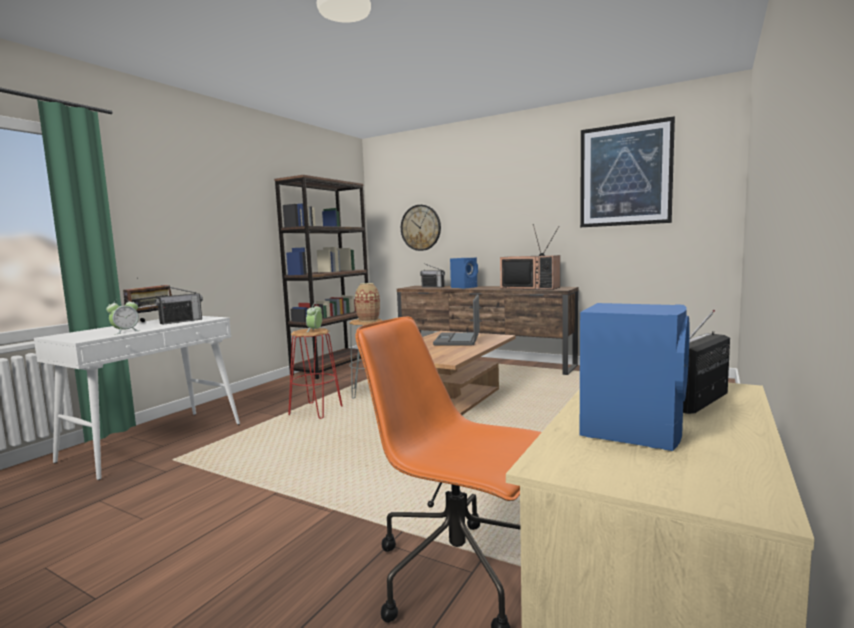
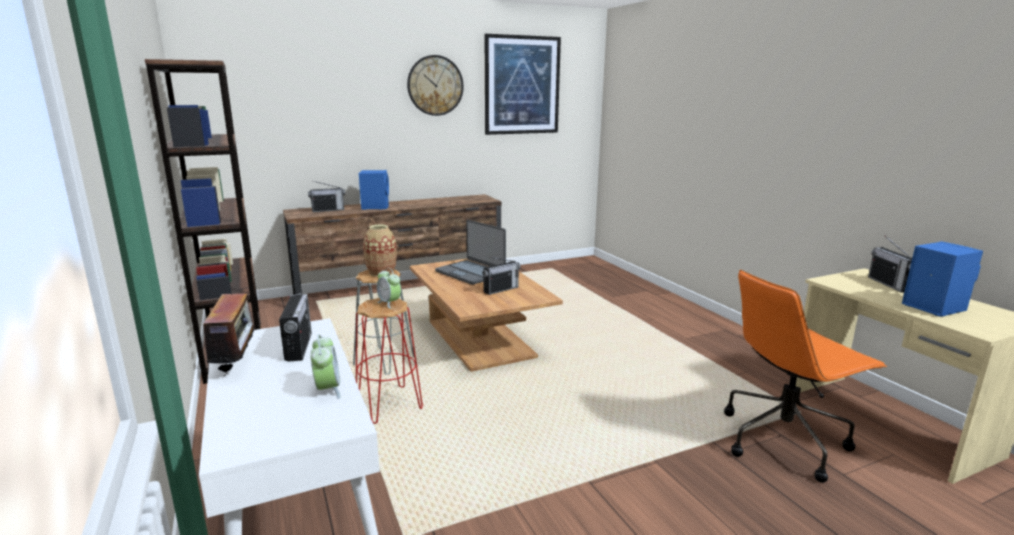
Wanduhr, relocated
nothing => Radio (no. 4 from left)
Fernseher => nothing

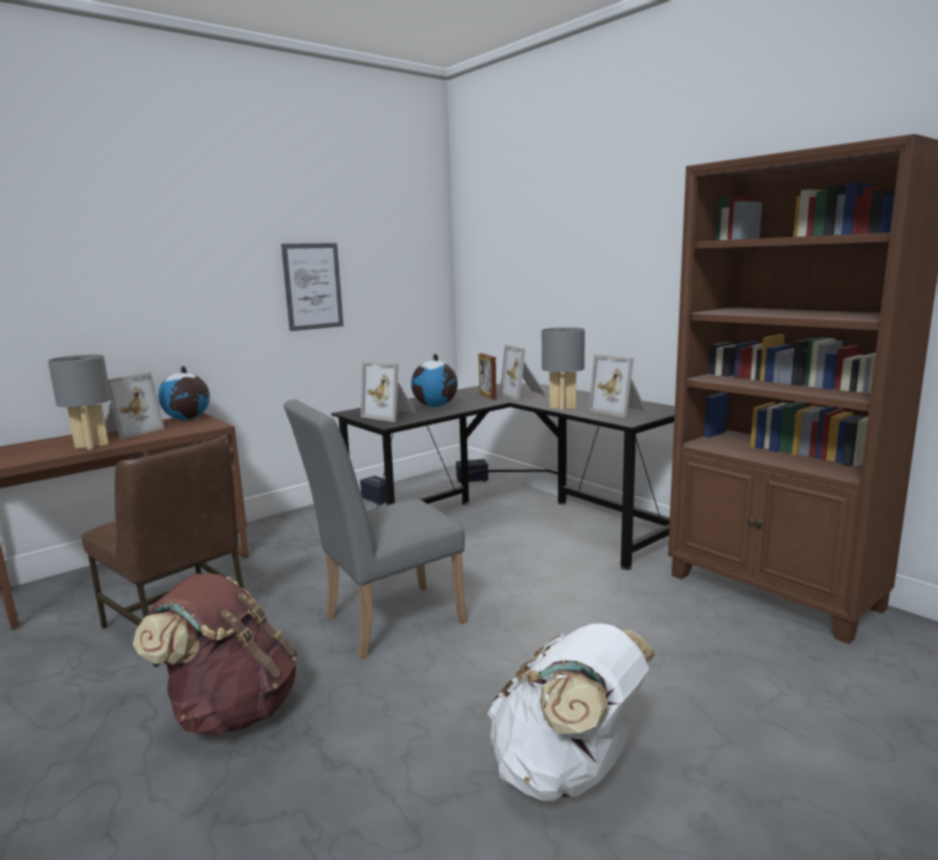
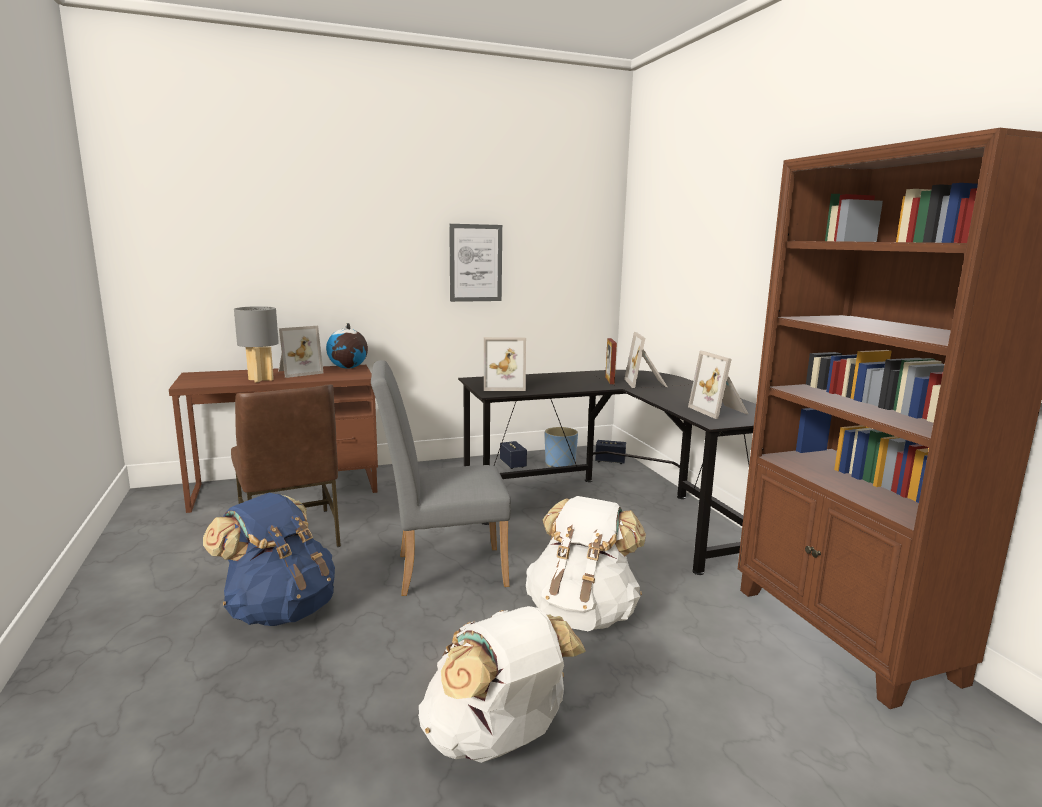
Rucksack/braun => Rucksack/blau
Bilderrahmen (no. 2 from left), 60 degrees counterclockwise
nothing => Rucksack/weiß (no. 2 from left)
nothing => Pflanzkübel/blau
Globus (no. 2 from left) => nothing
Tischlampe/grau (no. 2 from left) => nothing

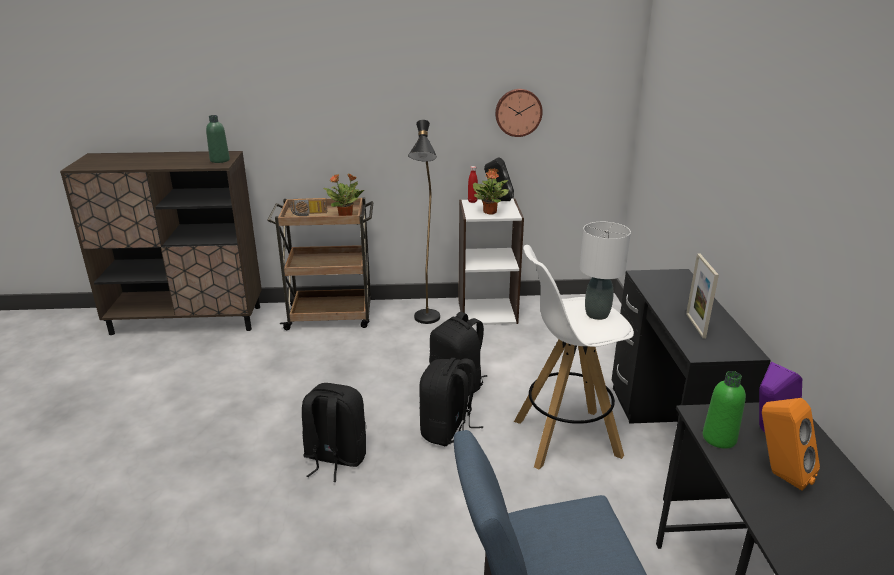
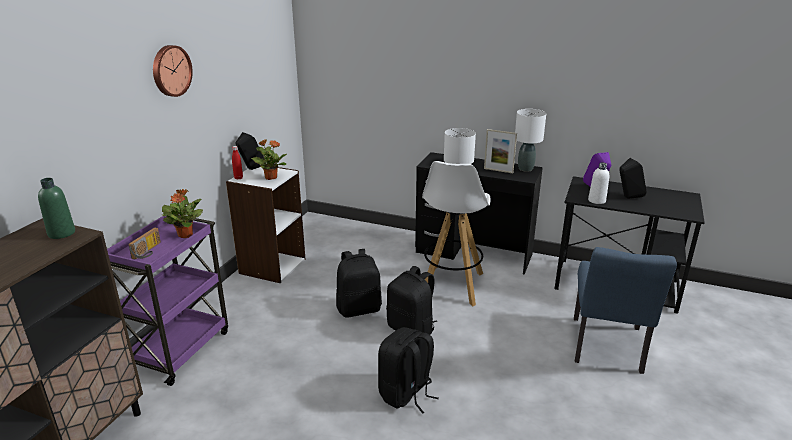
Rollwagen/braun => Rollwagen/lila
Wanduhr, relocated
nothing => Tischlampe/weiß (no. 2 from left)
Flasche/grün (no. 2 from left) => Flasche/weiß
Lautsprecher/orange => Lautsprecher/schwarz (no. 2 from left)
Stehlampe/schwarz => nothing

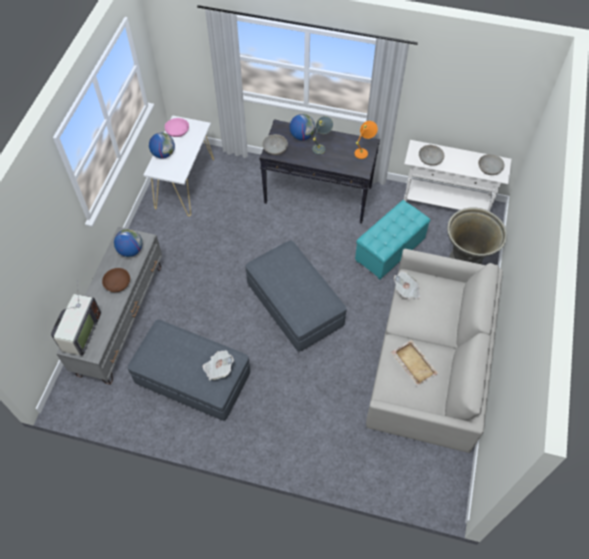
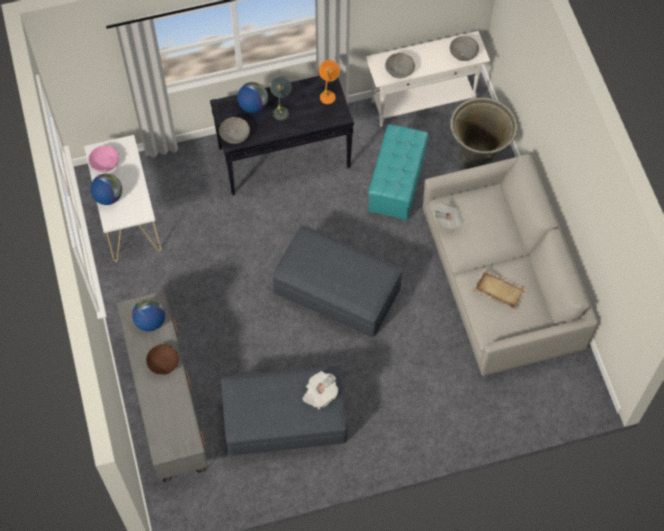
Fernseher => nothing

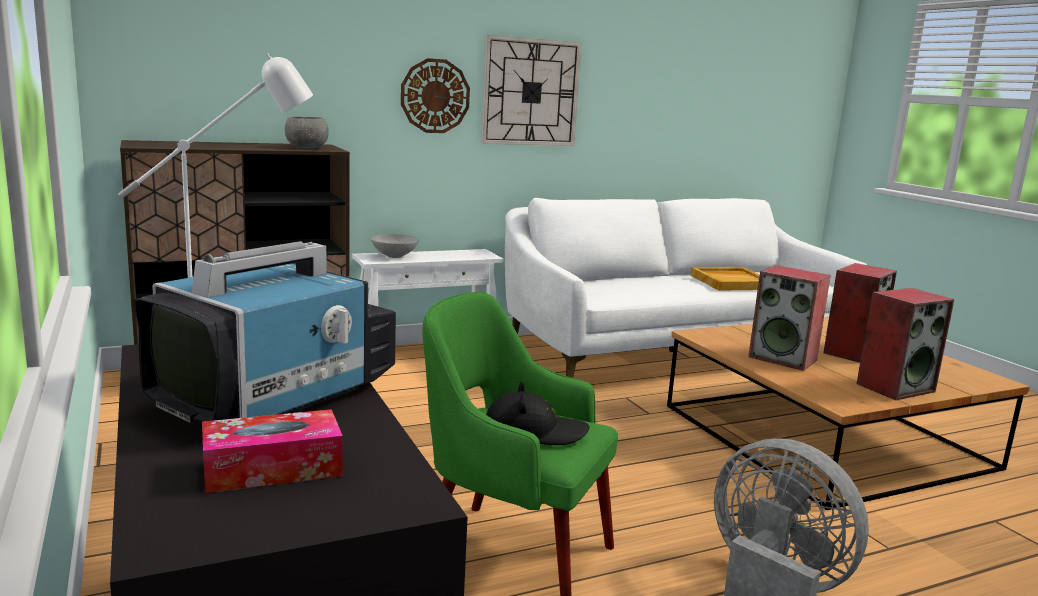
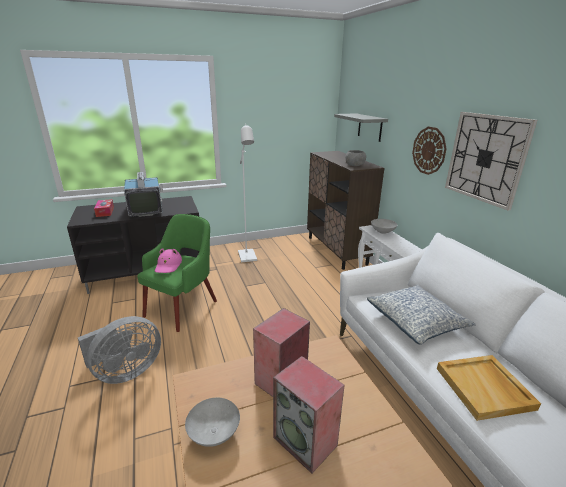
Fernseher, 150 degrees counterclockwise
Hut/schwarz => Hut/rosa
Lautsprecher (no. 3 from left) => Schüssel/grau (no. 1 from left)
nothing => Wandregal/grau
nothing => Kissen

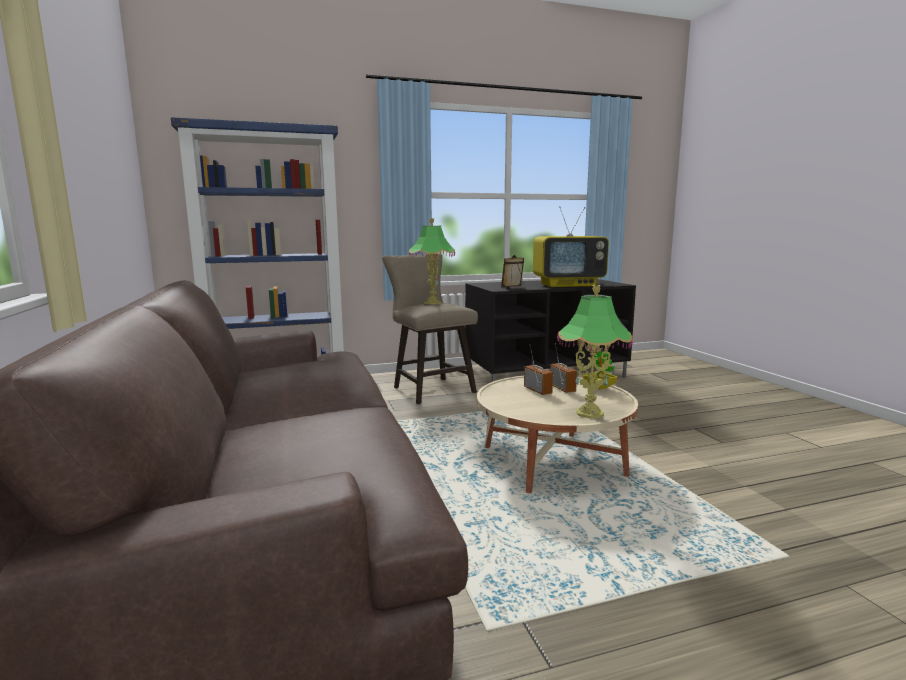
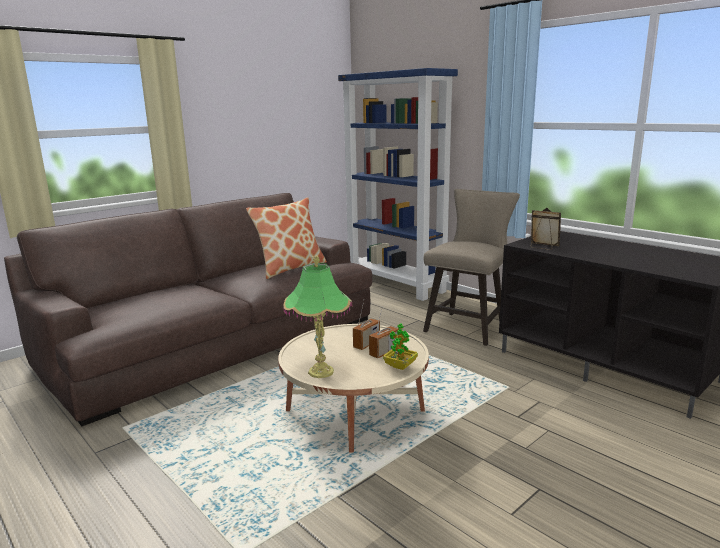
nothing => Kissen
Tischlampe (no. 1 from left) => nothing
Fernseher => nothing

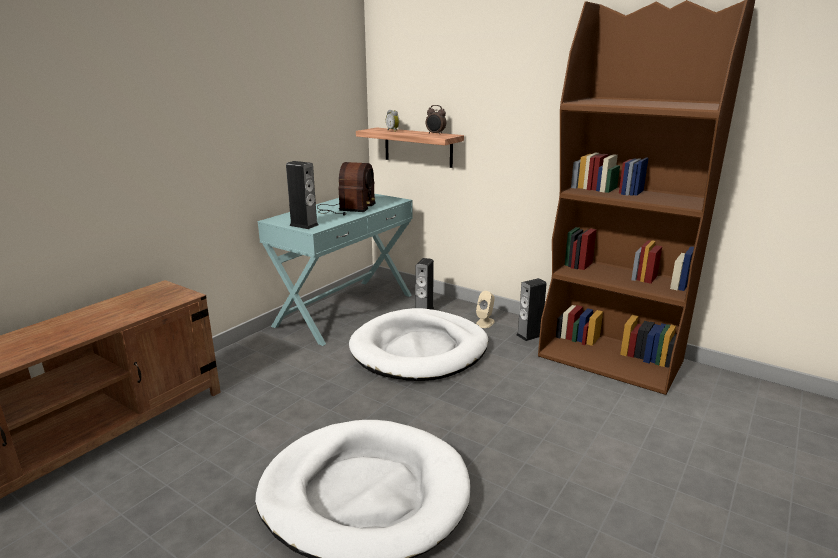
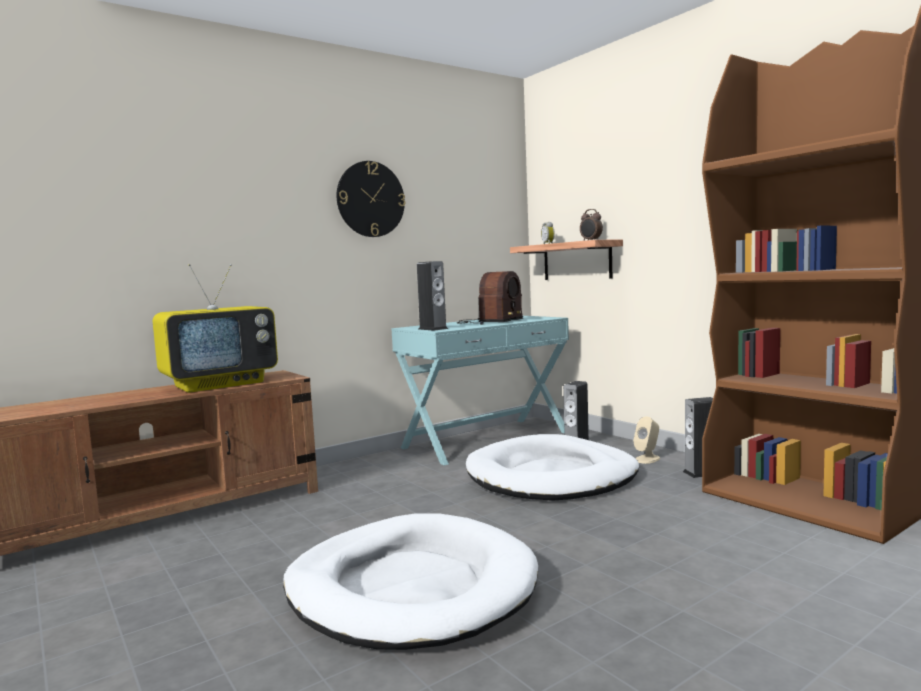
nothing => Fernseher
nothing => Wanduhr

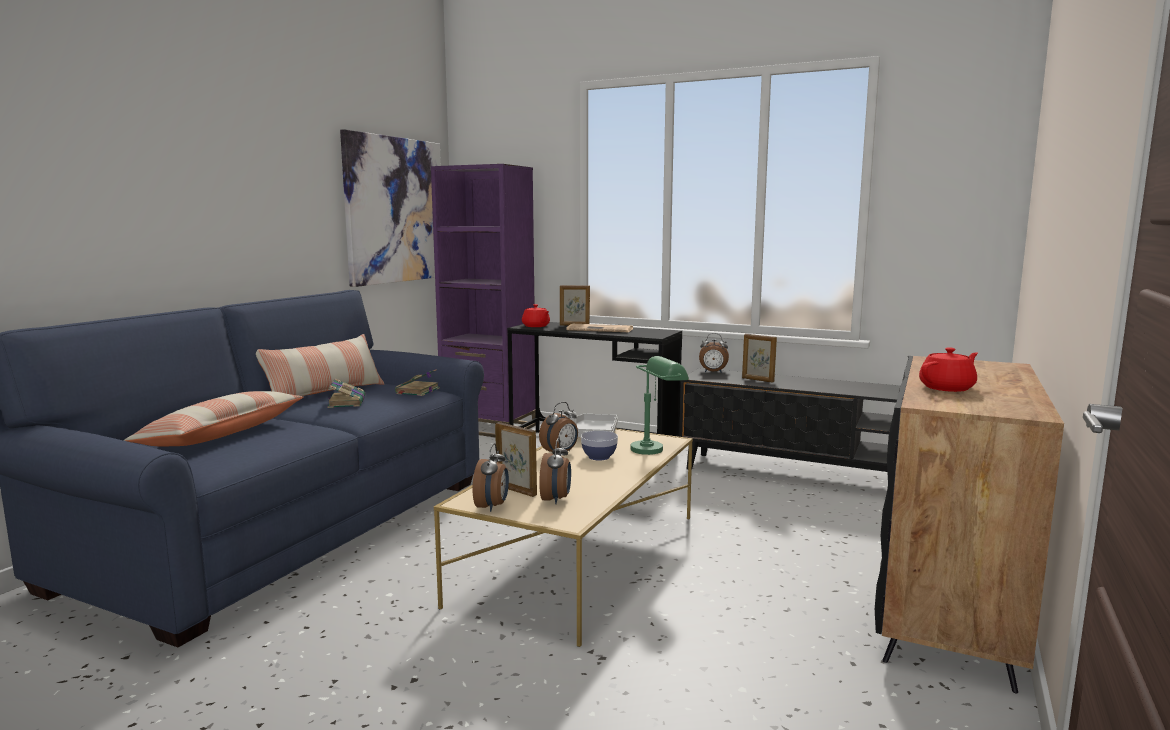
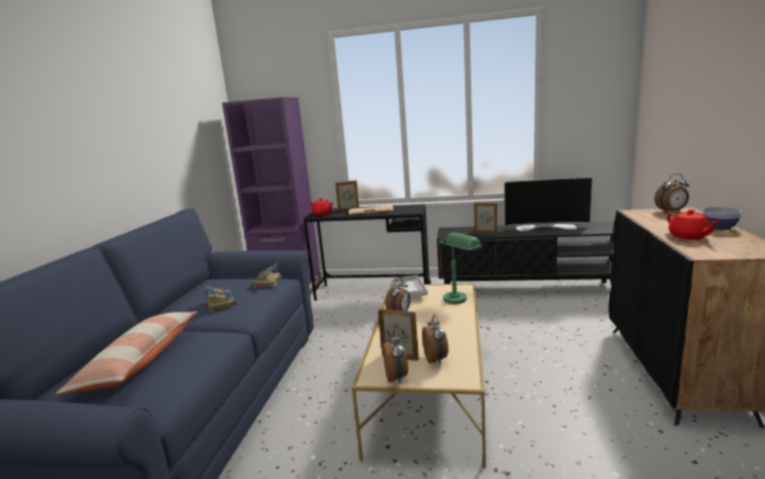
nothing => Fernseher
Wecker (no. 4 from left), relocated
Teekanne/rot (no. 2 from left), 120 degrees clockwise
Schüssel, relocated
Kissen (no. 2 from left) => nothing
Bild => nothing

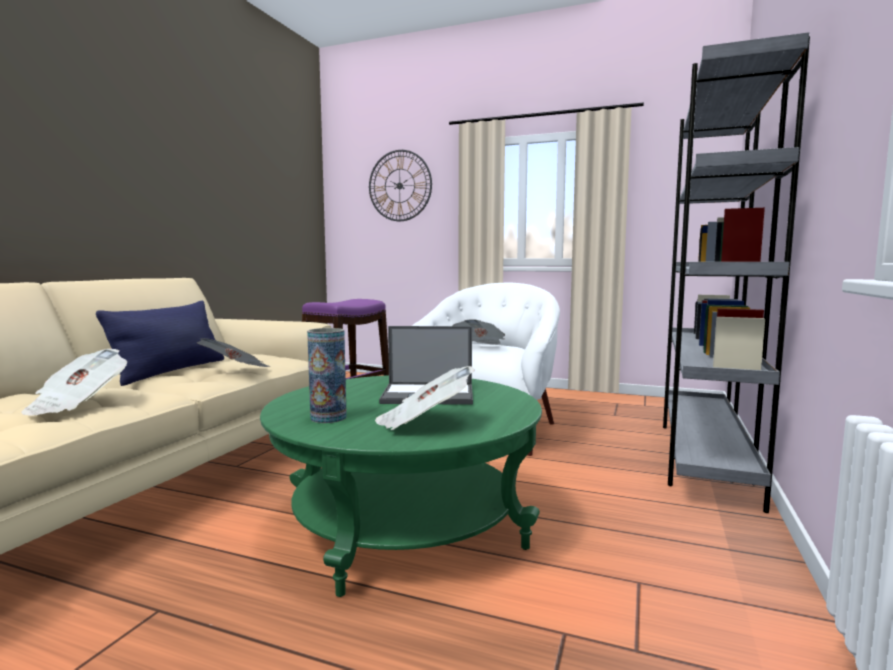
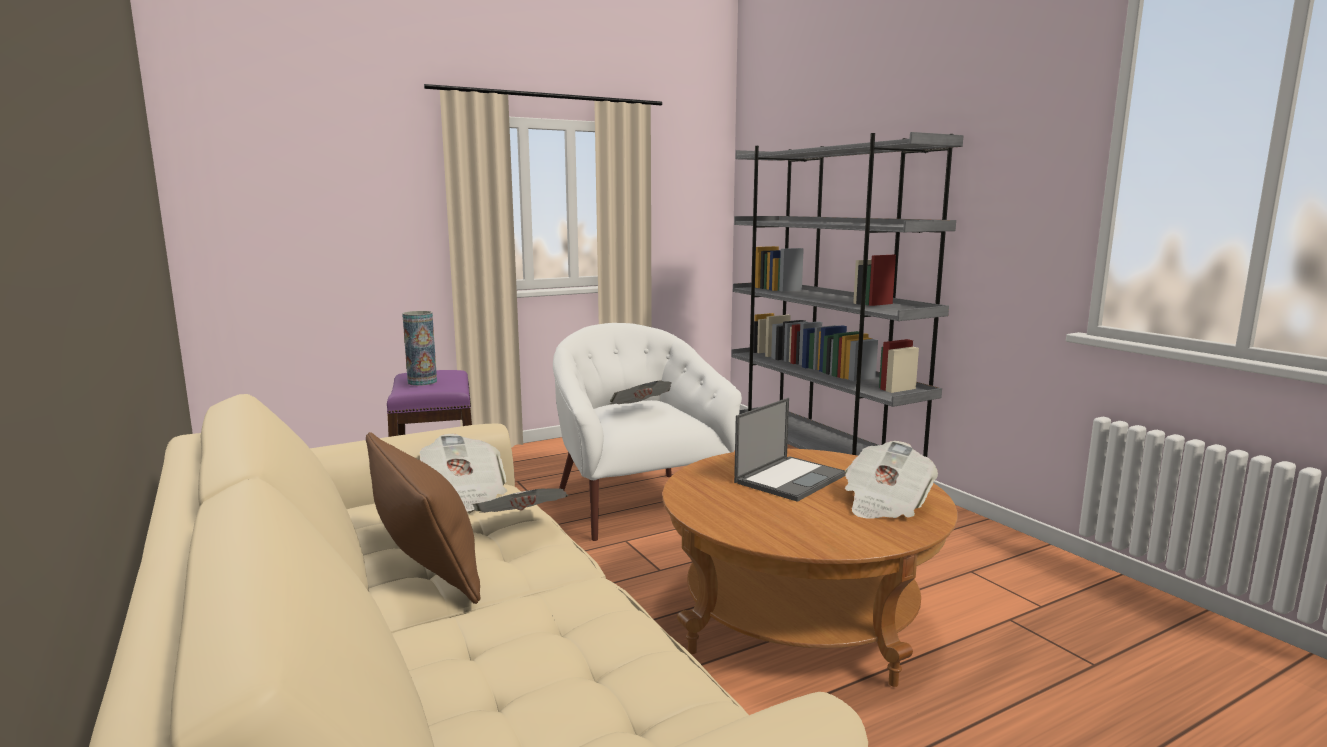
Kissen/blau => Kissen/braun
Vase, relocated
Zeitung (no. 1 from left), relocated
Couchtisch/grün => Couchtisch/braun
Wanduhr => nothing

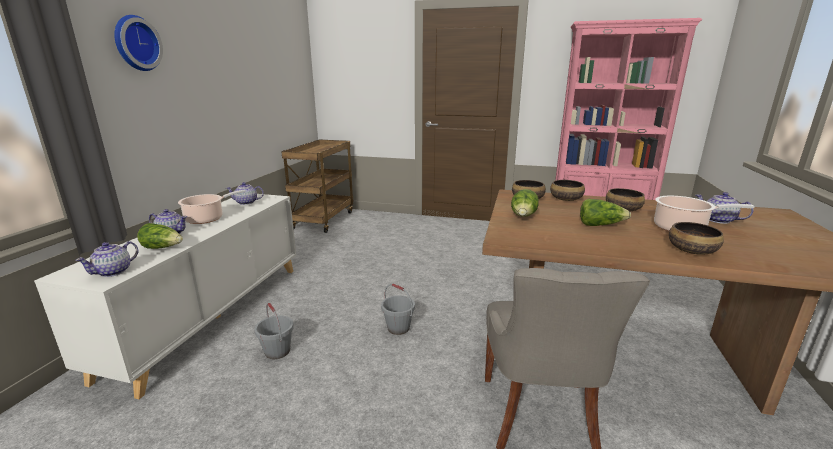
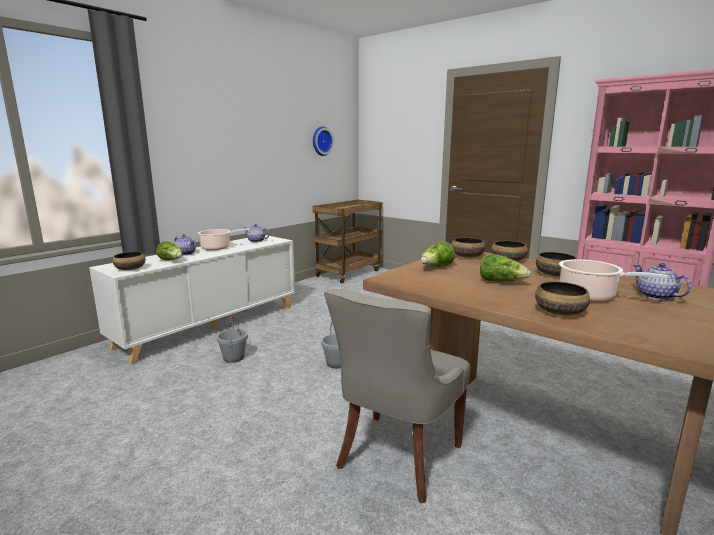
Teekanne (no. 1 from left) => Schüssel (no. 1 from left)
Wanduhr, relocated

